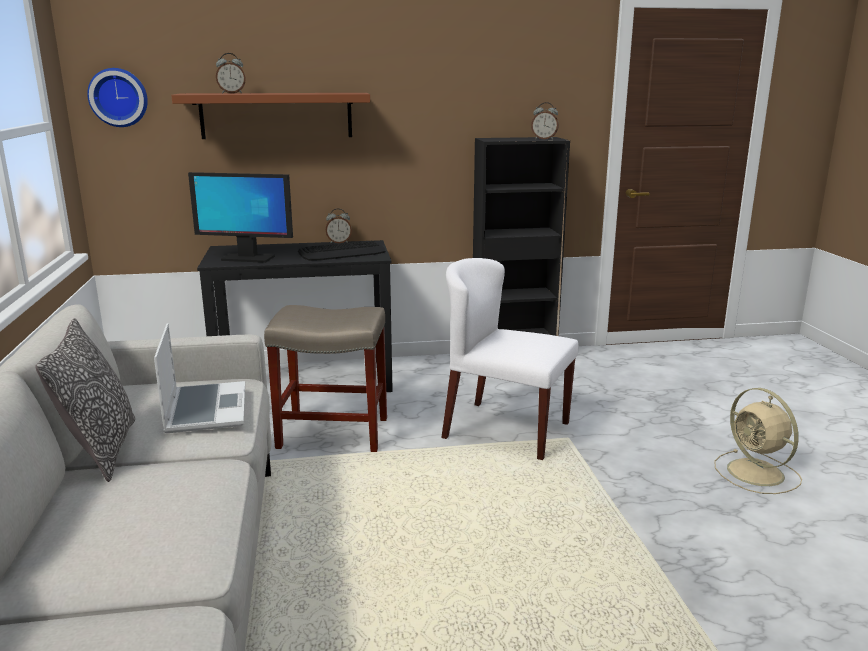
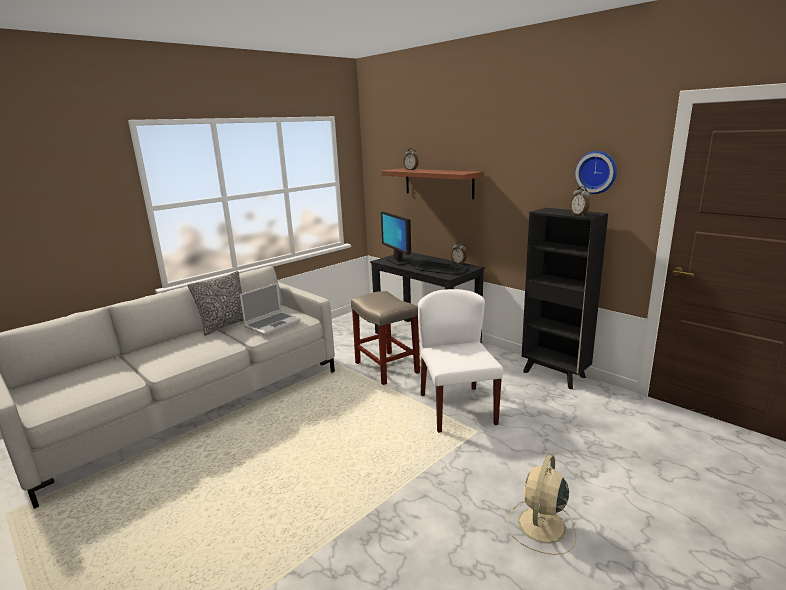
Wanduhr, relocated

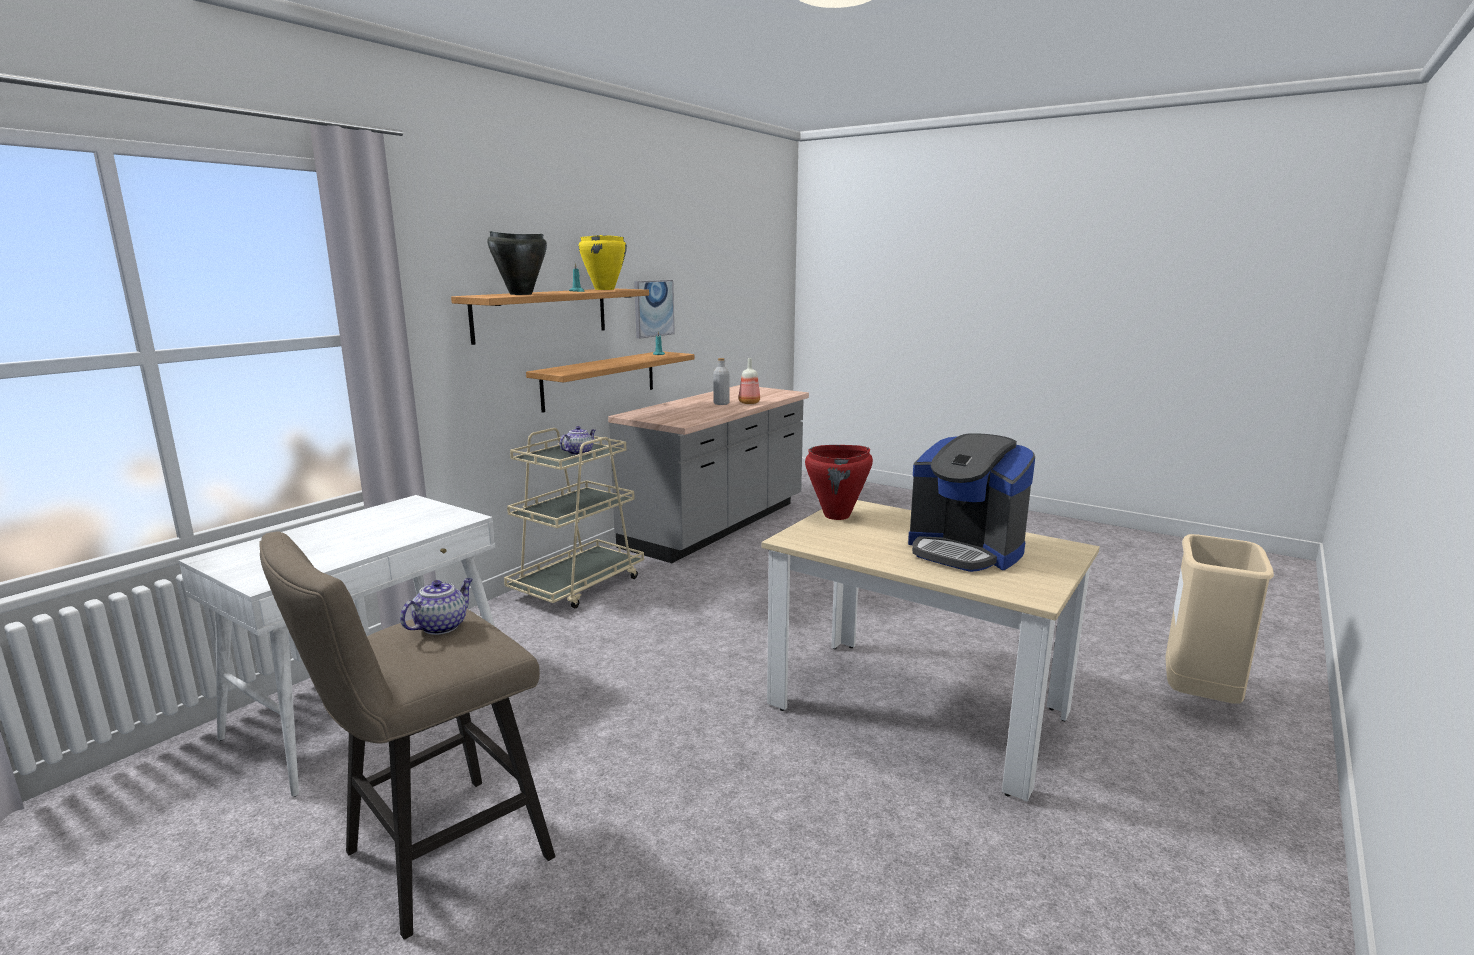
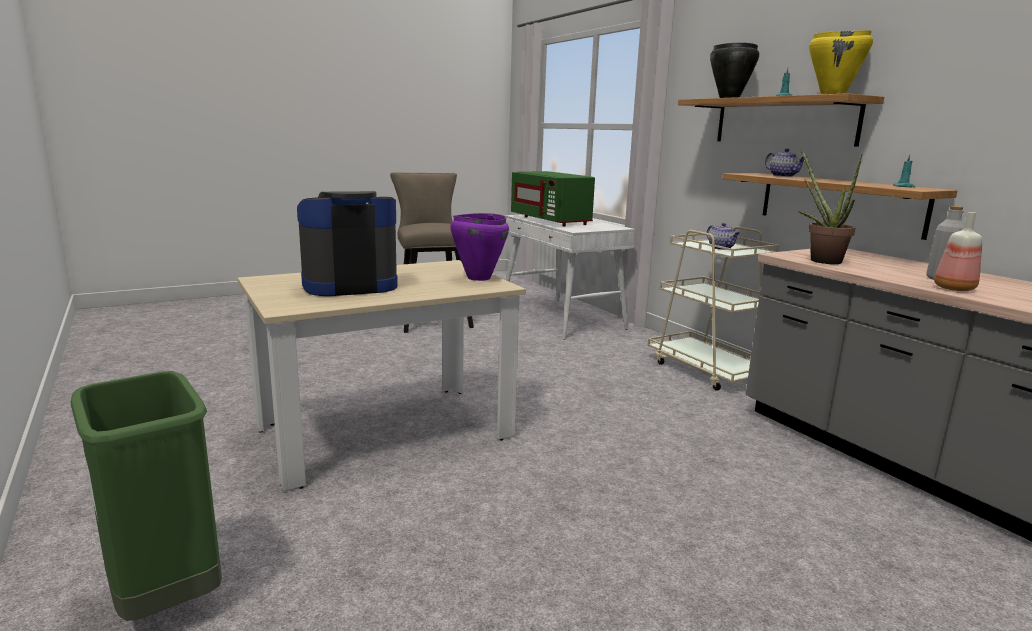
Mülleimer/beige => Mülleimer/grün
Kochtopf/rot => Kochtopf/lila
nothing => Mikrowelle/grün
Teekanne (no. 1 from left in the first image) => Teekanne (no. 2 from left), relocated
nothing => Topfpflanze
Bild => nothing

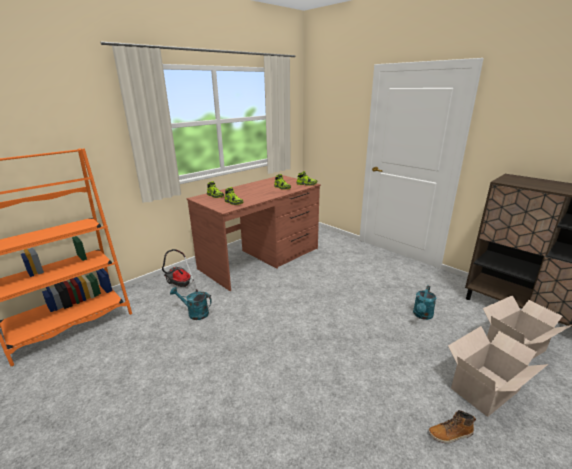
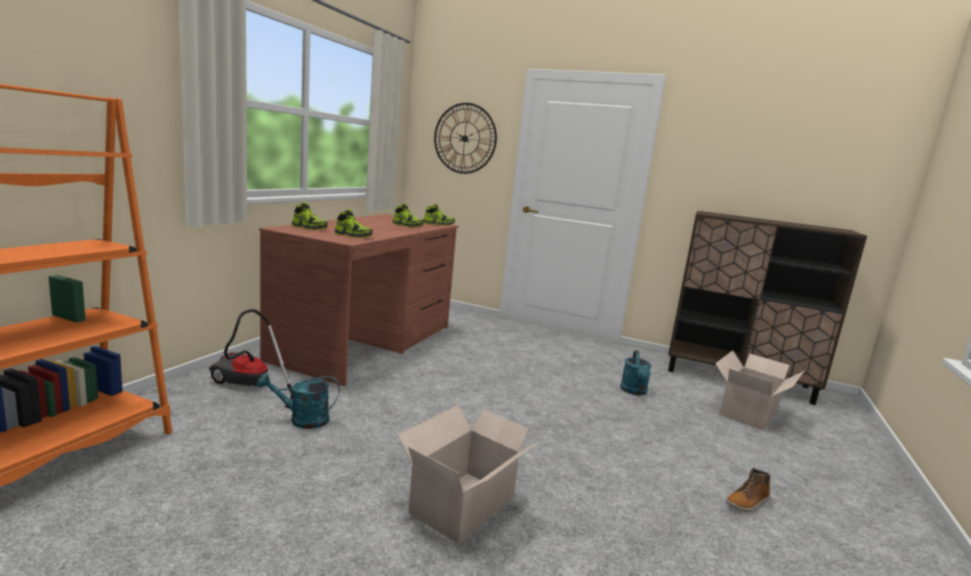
Karton (no. 1 from left), relocated
nothing => Wanduhr

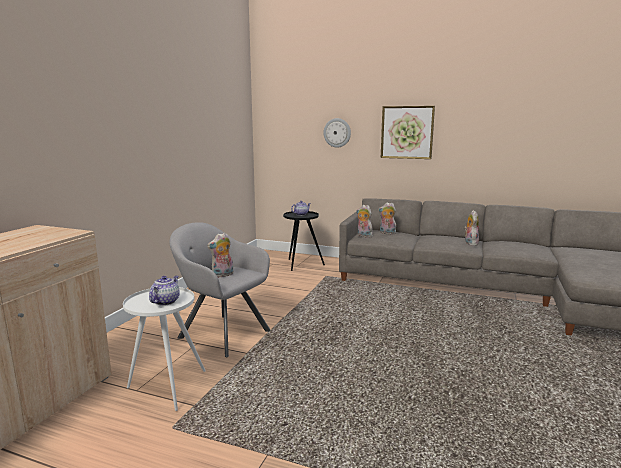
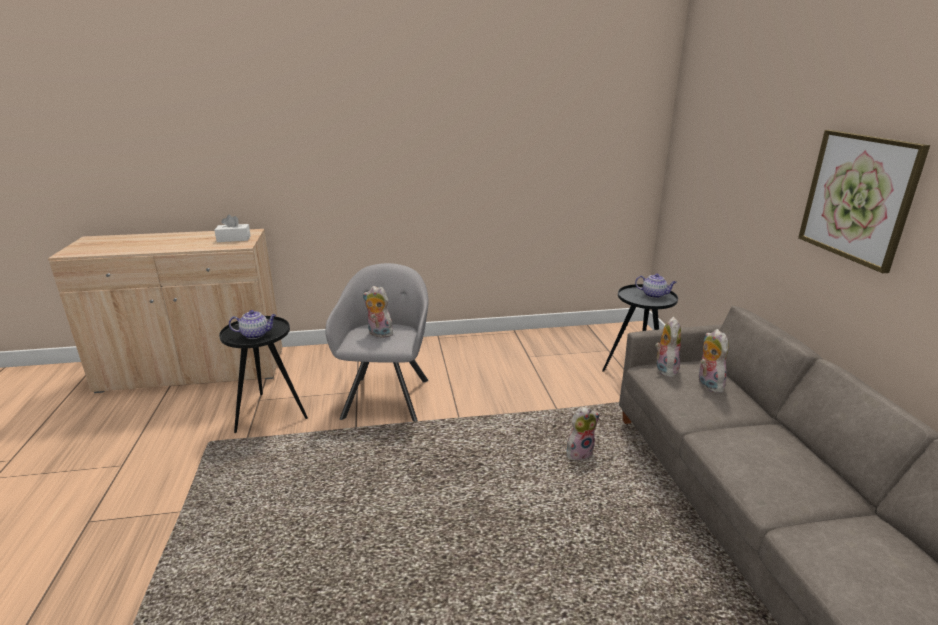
nothing => Taschentuchbox/weiß
Beistelltisch/weiß => Beistelltisch/schwarz (no. 1 from left)
Plüschtier (no. 4 from left in the first image) => Plüschtier (no. 2 from left), relocated
Wanduhr => nothing

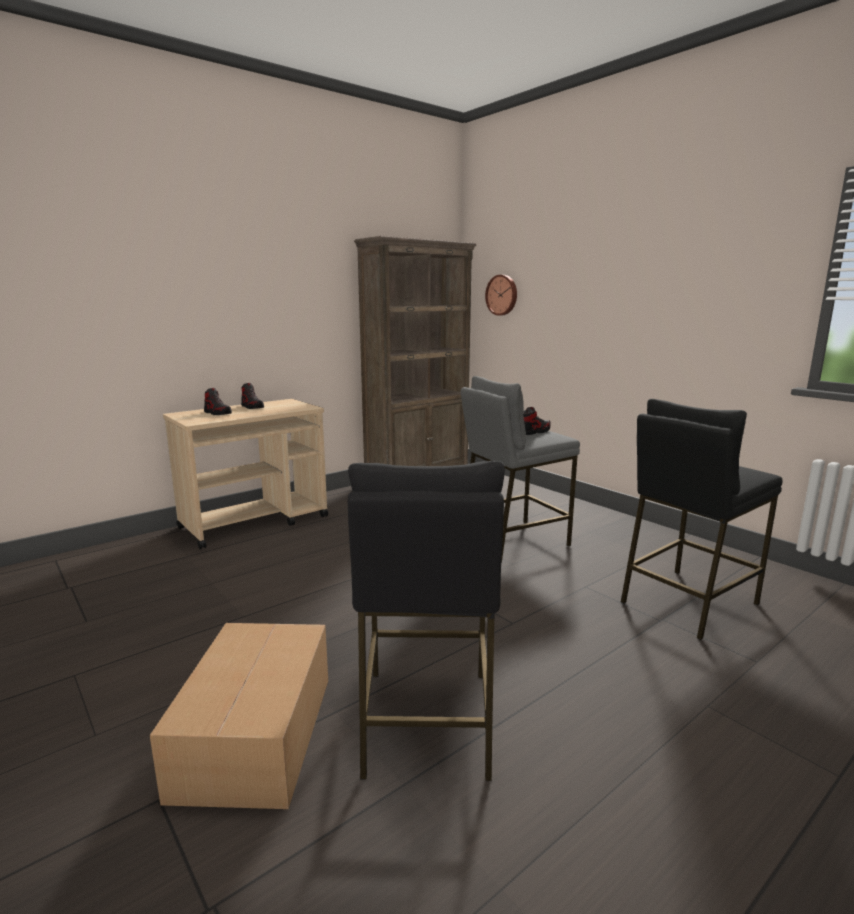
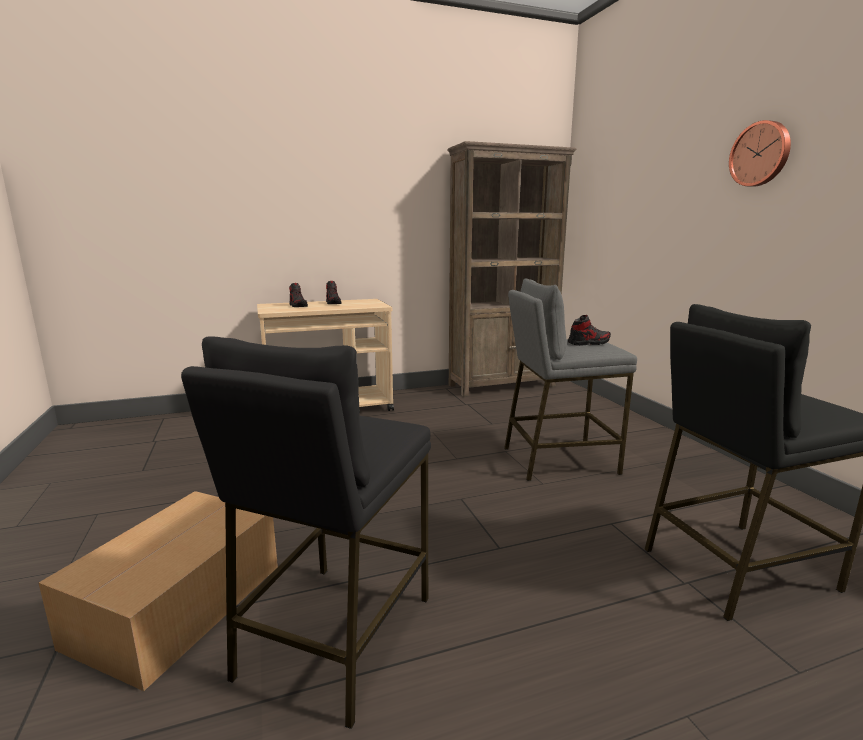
Wanduhr, relocated

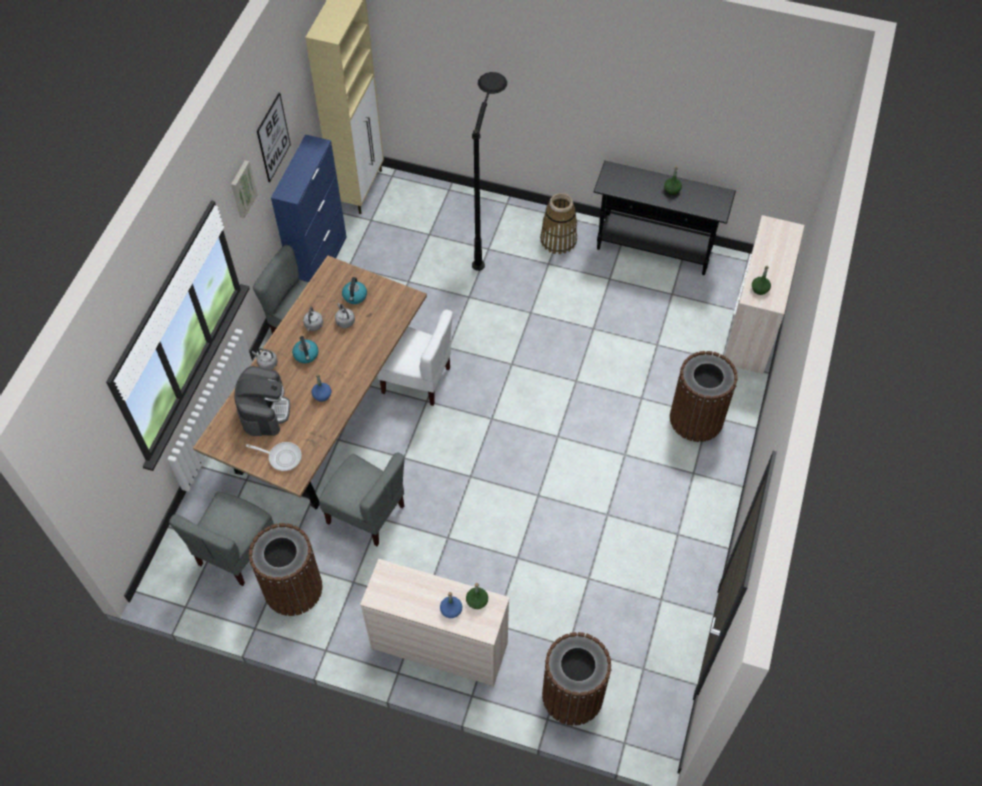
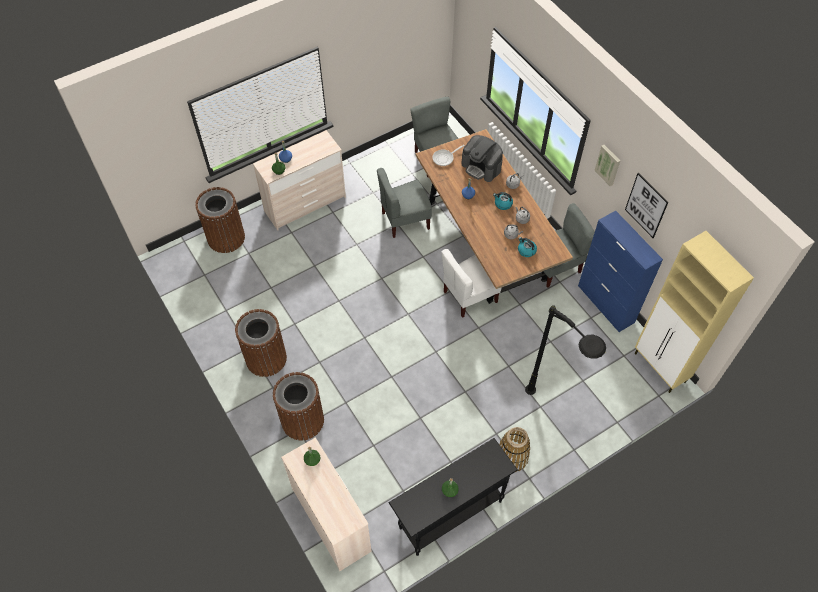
Mülleimer/braun (no. 1 from left in the first image) => Mülleimer/braun (no. 2 from left), relocated

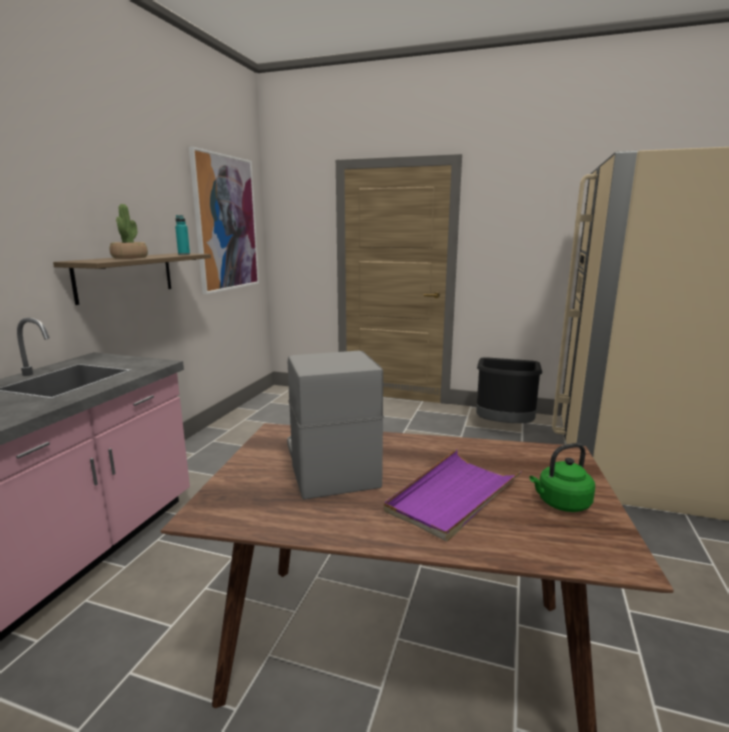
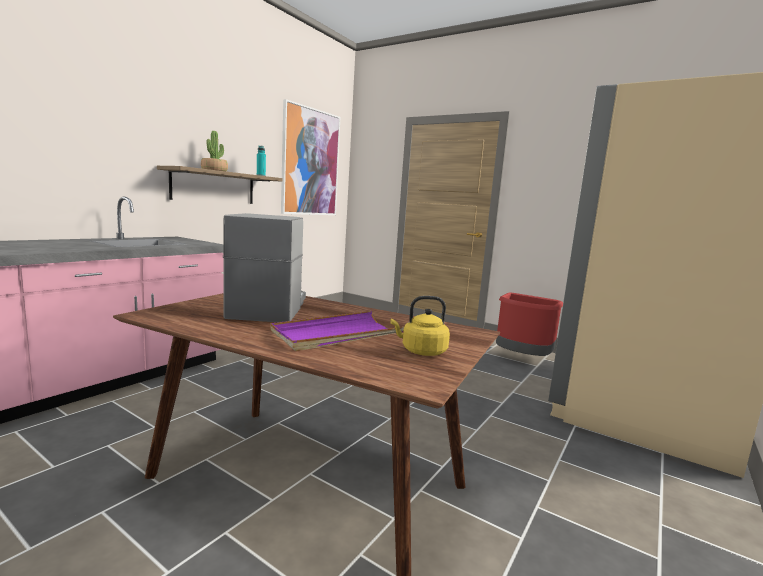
Wasserkessel/grün => Wasserkessel/gelb
Mülleimer/schwarz => Mülleimer/rot

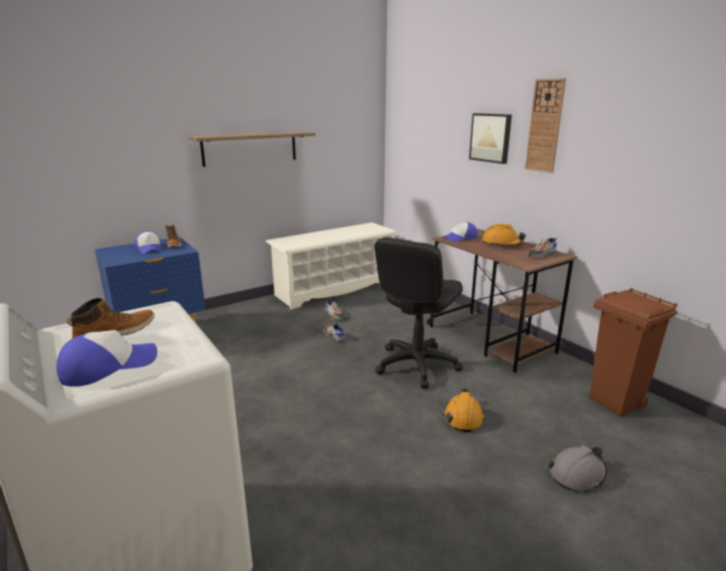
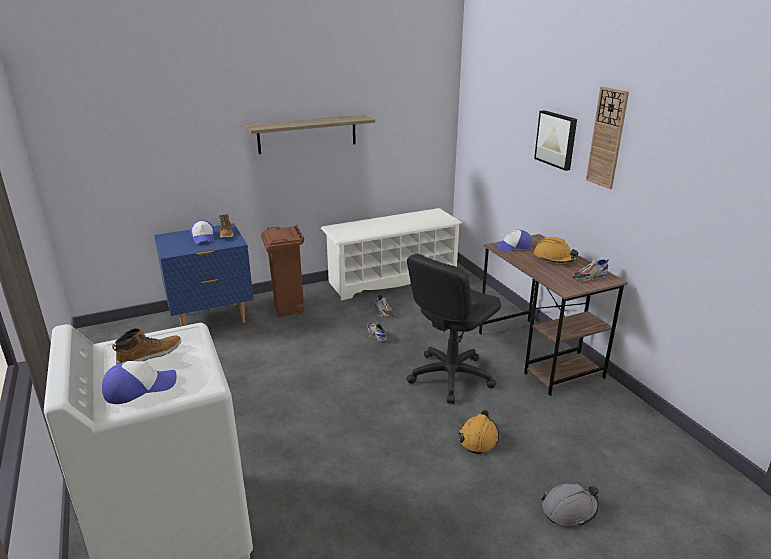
Mülleimer/braun, relocated

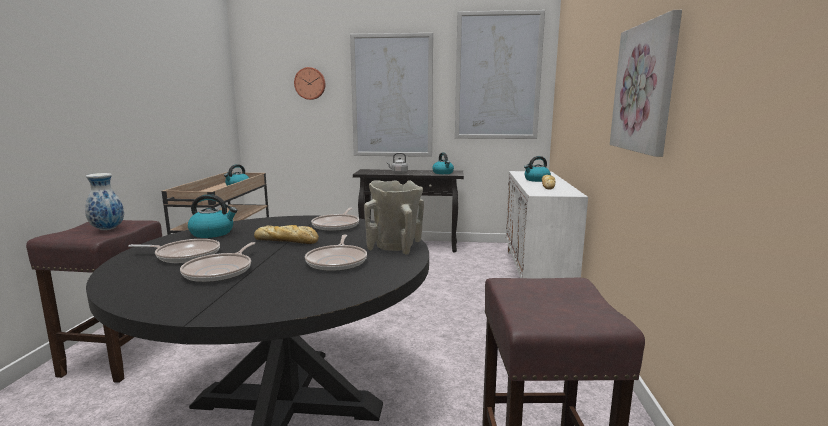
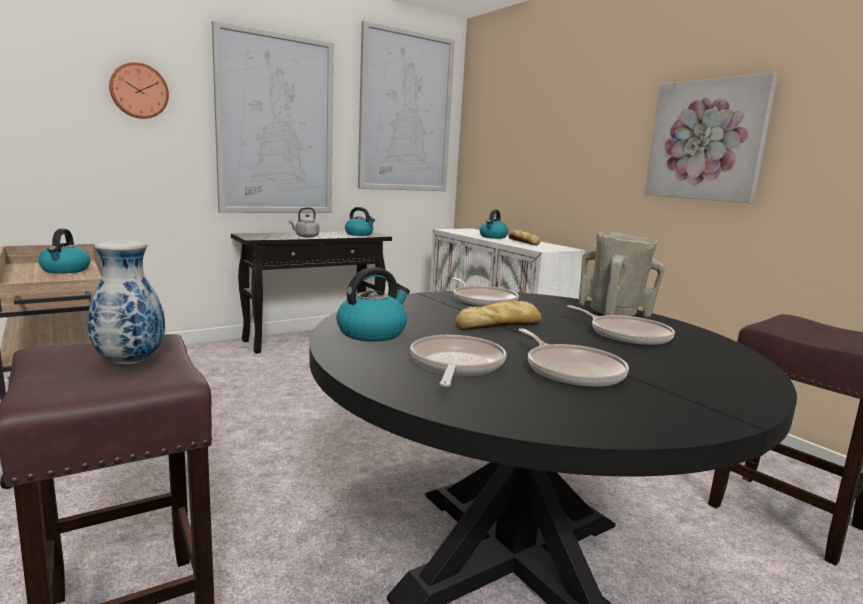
Pfanne (no. 1 from left), 45 degrees counterclockwise

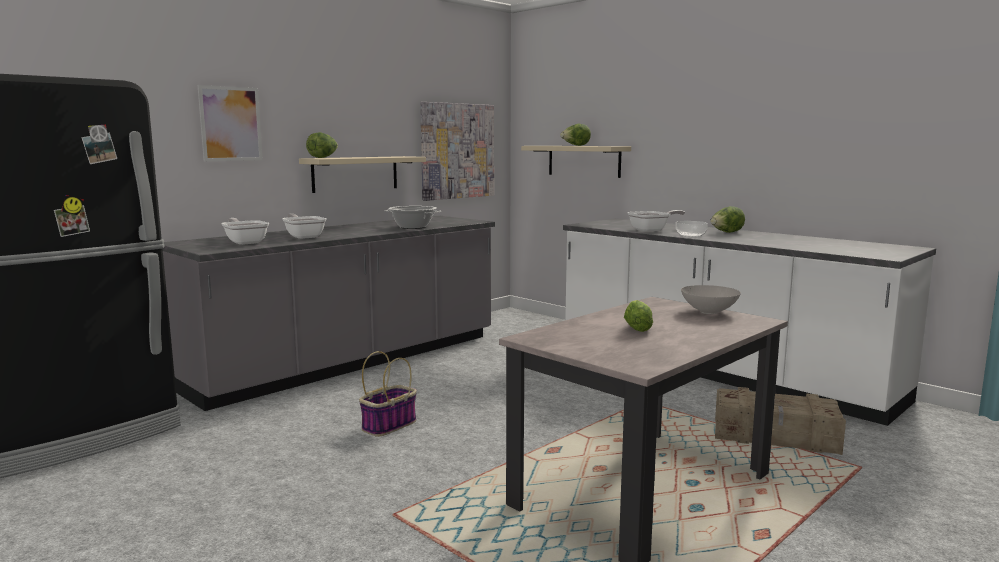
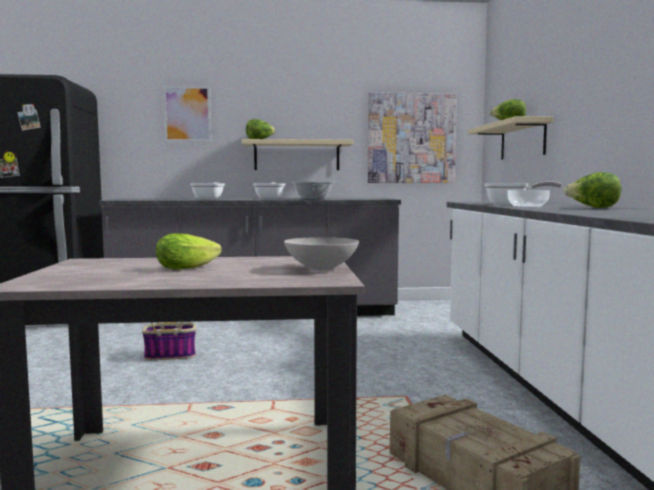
Pfanne (no. 1 from left in the first image) => Pfanne (no. 2 from left), relocated

